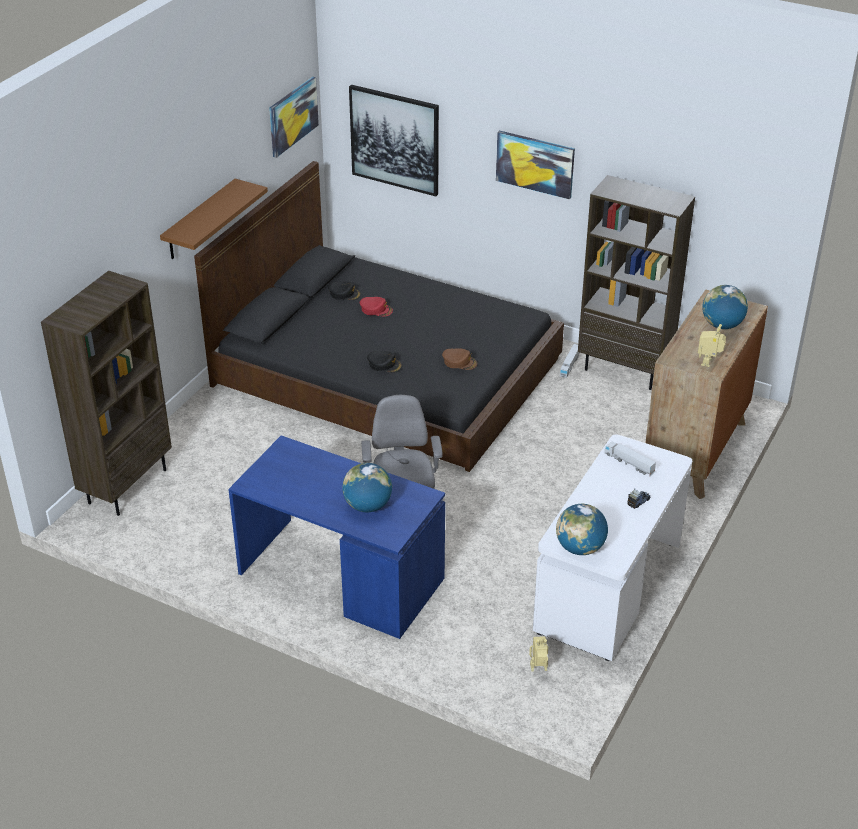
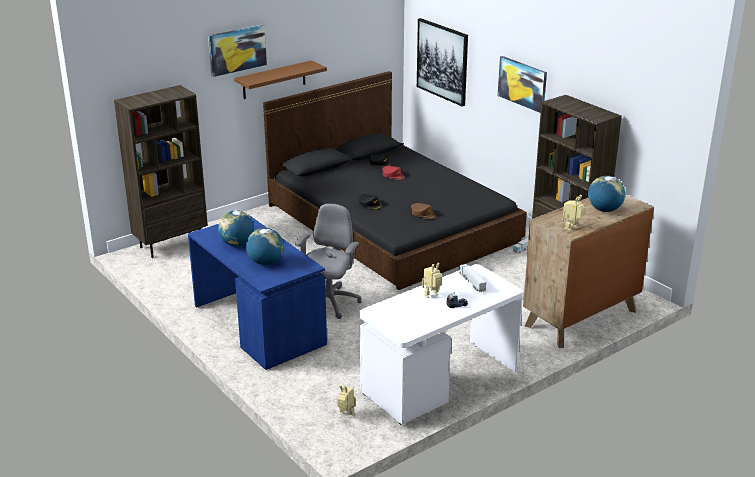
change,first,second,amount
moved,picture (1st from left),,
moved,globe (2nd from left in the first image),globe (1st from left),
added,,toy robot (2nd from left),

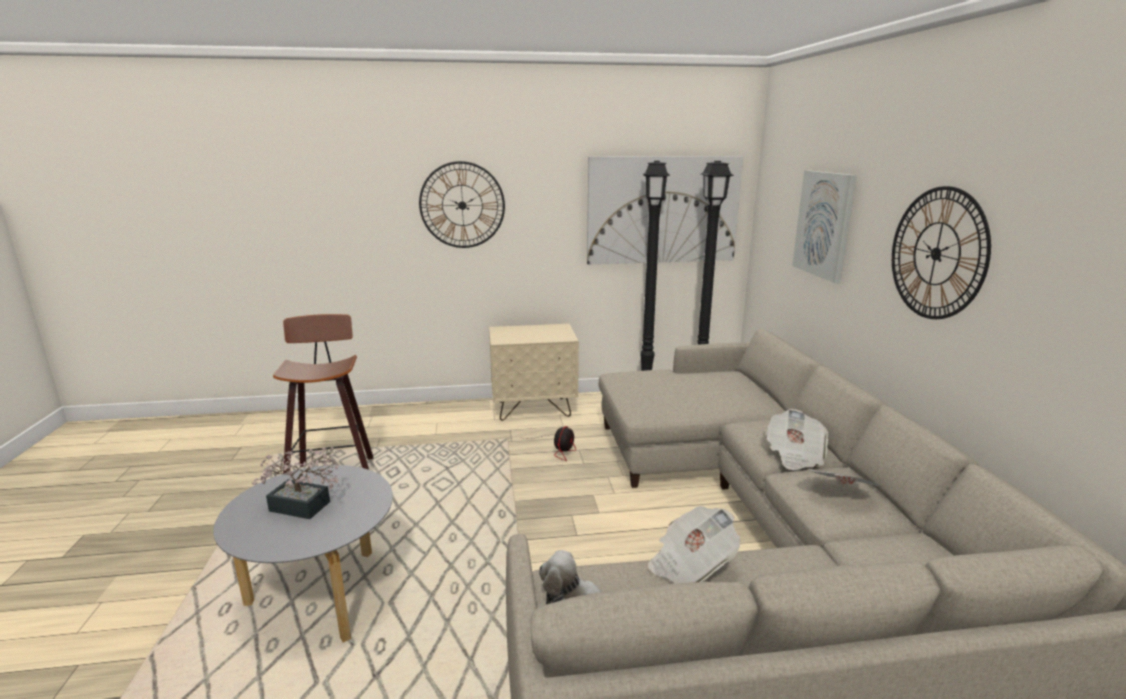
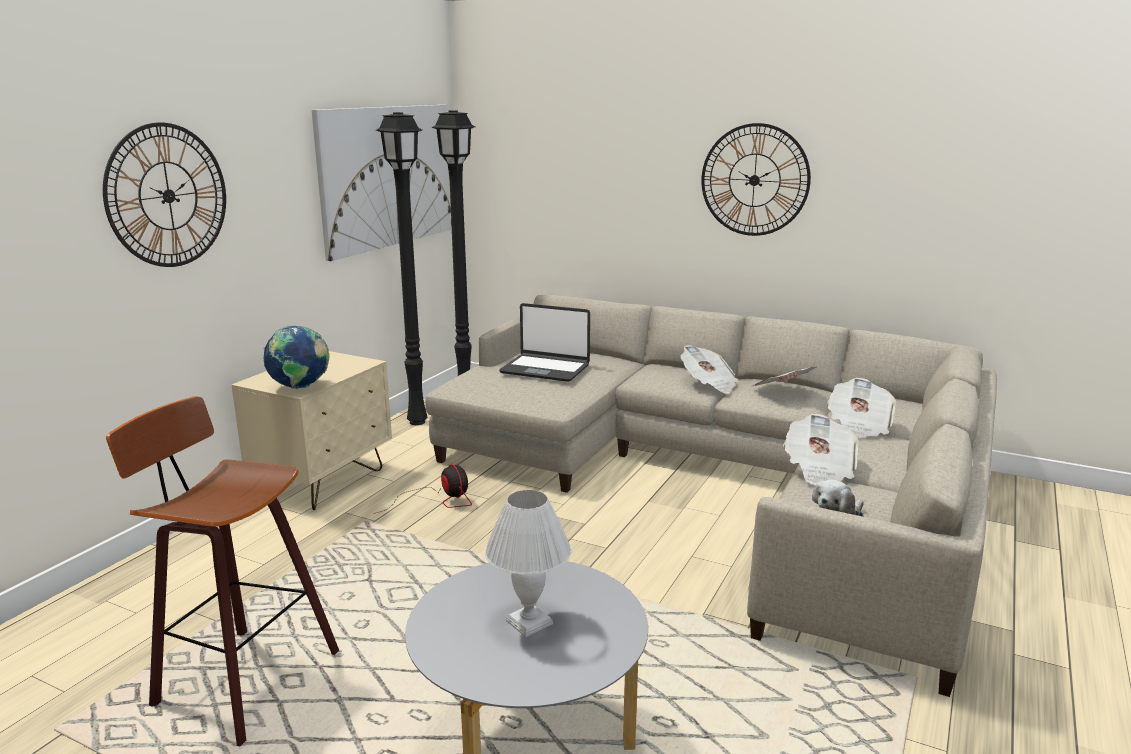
change,first,second,amount
replaced,potted plant,white table lamp,
removed,picture (2nd from left),,
added,,globe,
added,,laptop,
added,,newspaper (4th from left),

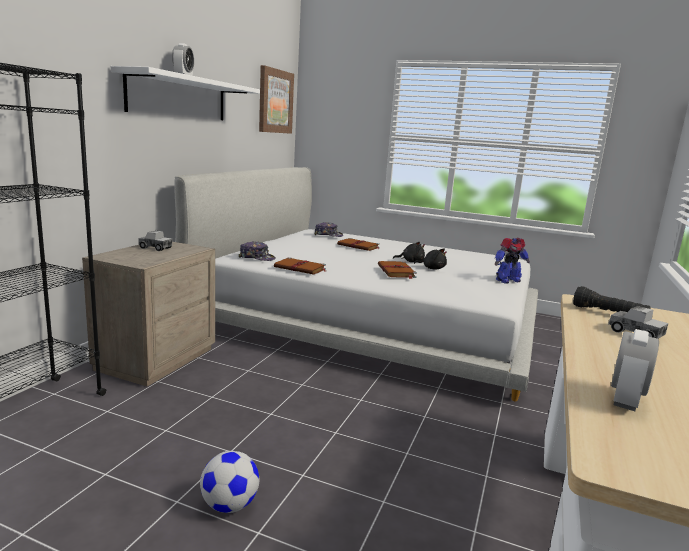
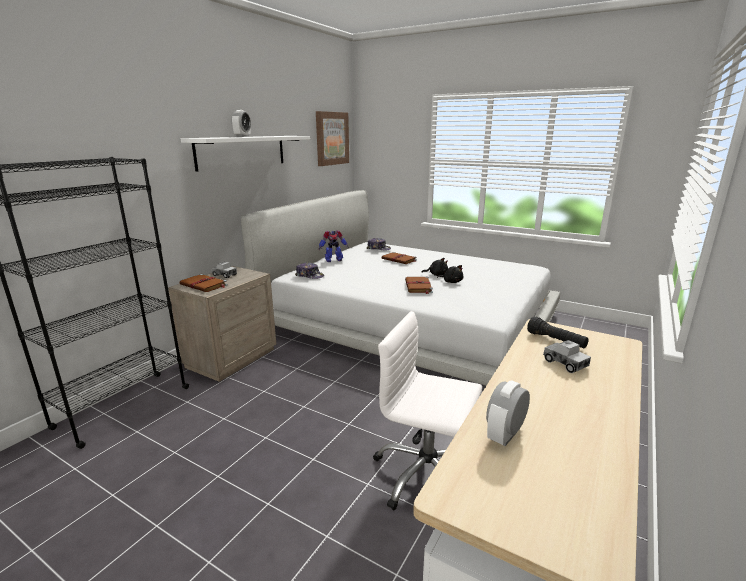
change,first,second,amount
removed,football,,
moved,brown book (1st from left),,
moved,toy robot,,
added,,white office chair,

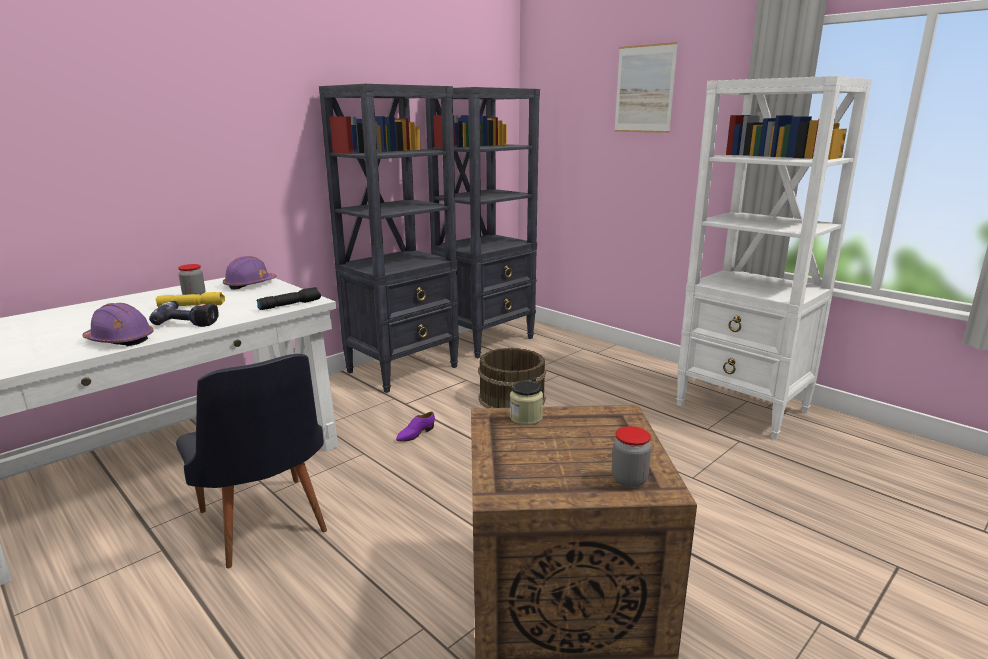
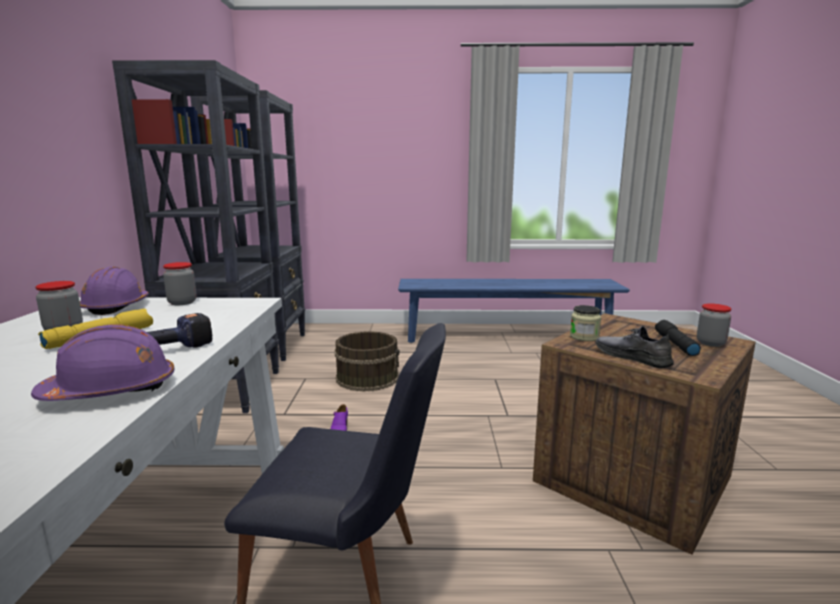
change,first,second,amount
moved,black flashlight,,
removed,picture,,
replaced,white bookcase,blue bench,
added,,jar (2nd from left),
added,,grey shoe,

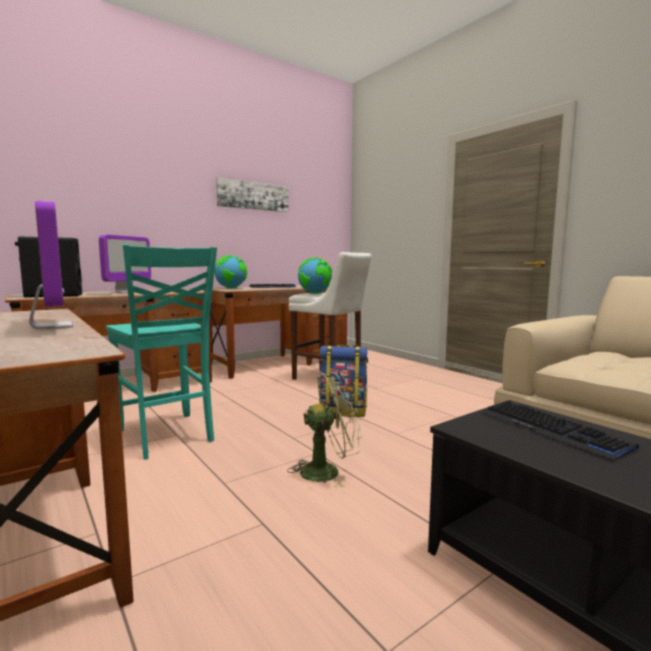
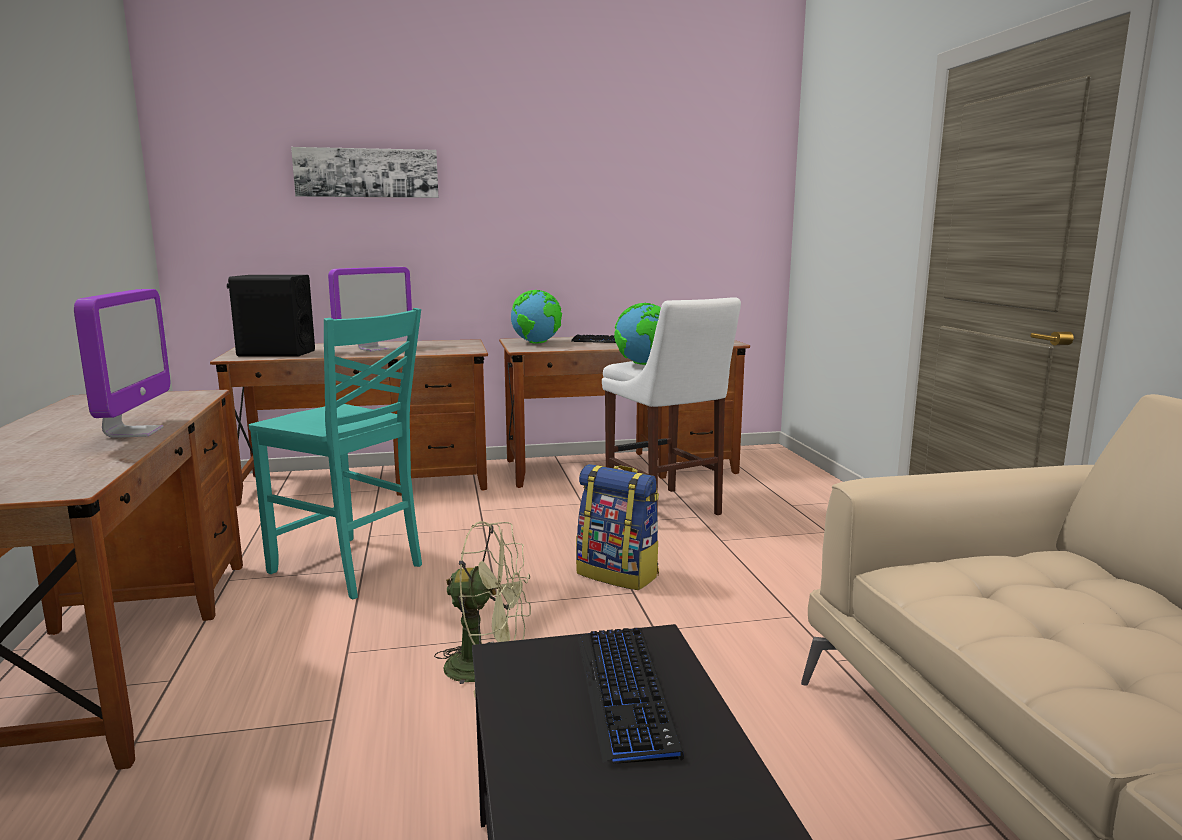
change,first,second,amount
turned,turquoise chair,,45 degrees counterclockwise
moved,picture,,

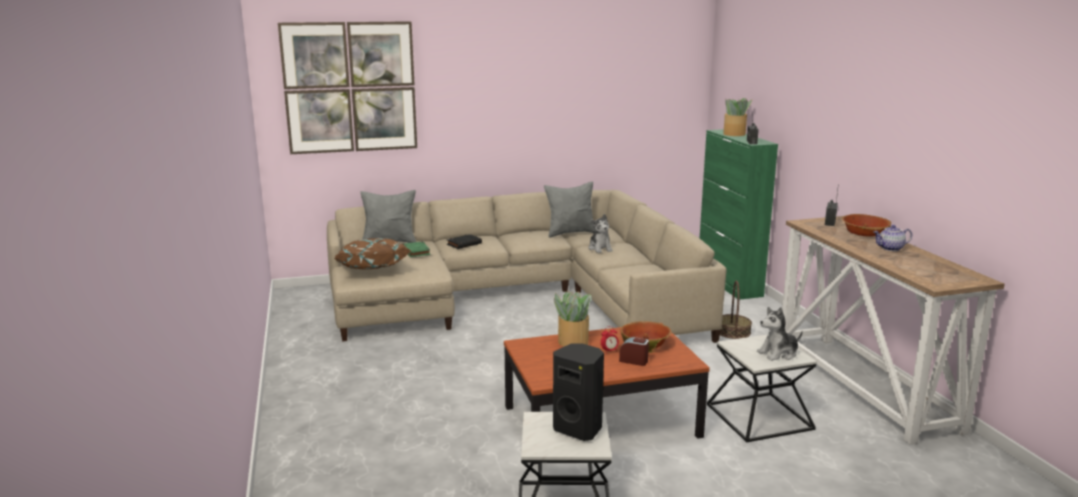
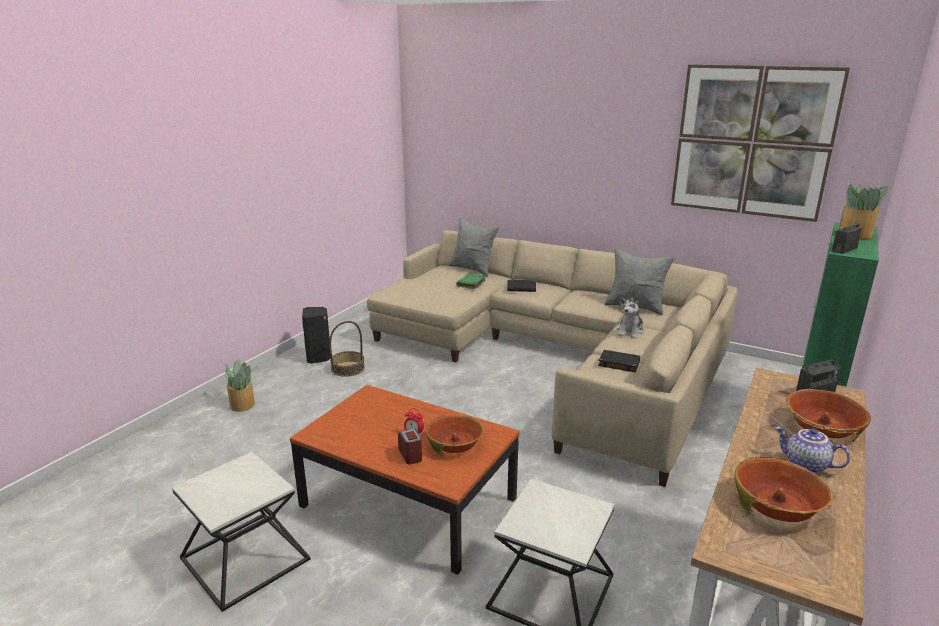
change,first,second,amount
moved,picture,,
removed,brown pillow,,
moved,black speaker,,
moved,potted plant (1st from left),,
moved,basket,,
removed,plush toy (2nd from left),,
added,,black book (2nd from left),
added,,bowl (2nd from left),

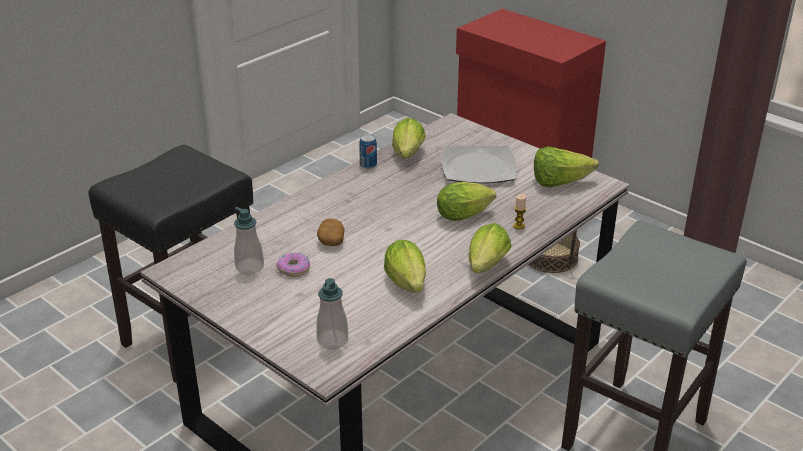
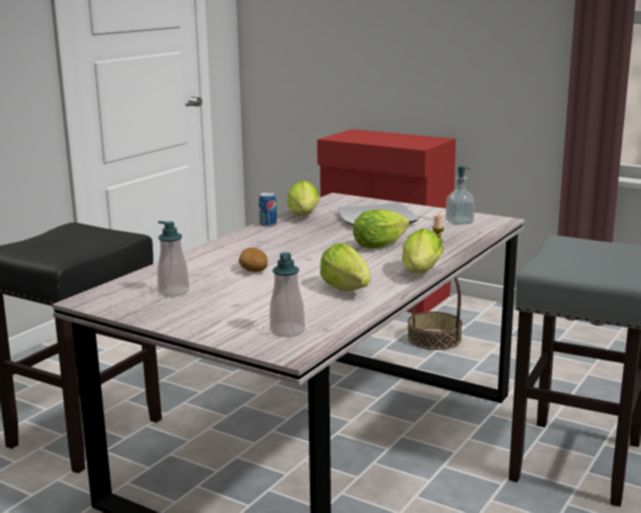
change,first,second,amount
removed,donut,,
replaced,lettuce (5th from left),soap dispenser (3rd from left),

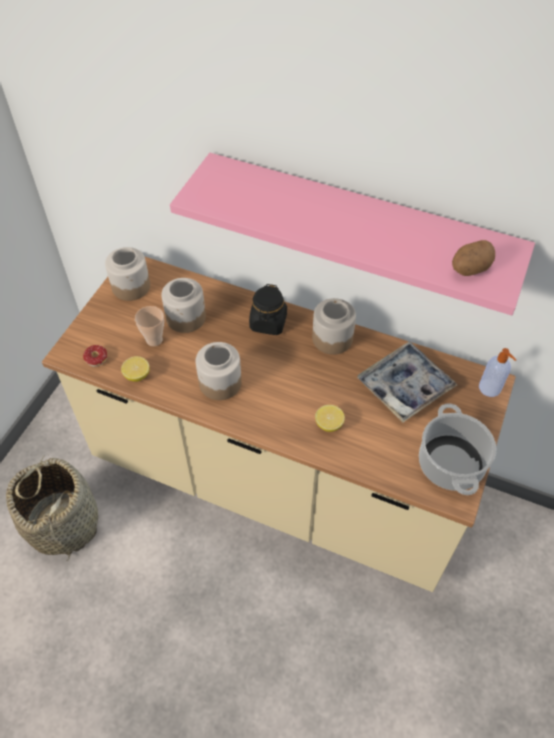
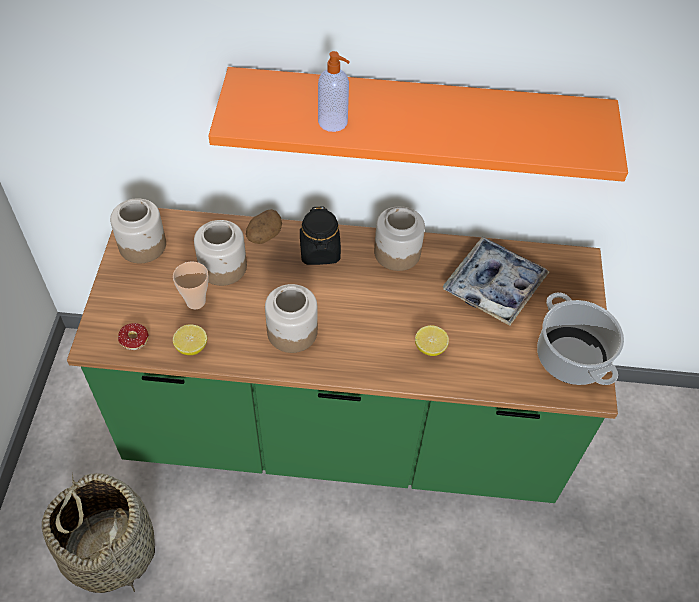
change,first,second,amount
recoloured,beige counter,green counter,
recoloured,pink shelf,orange shelf,
moved,potato,,
moved,soap dispenser,,

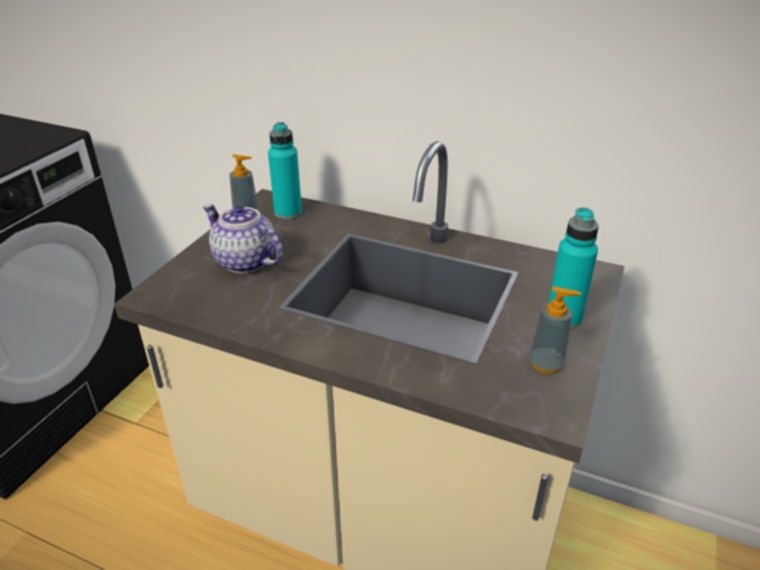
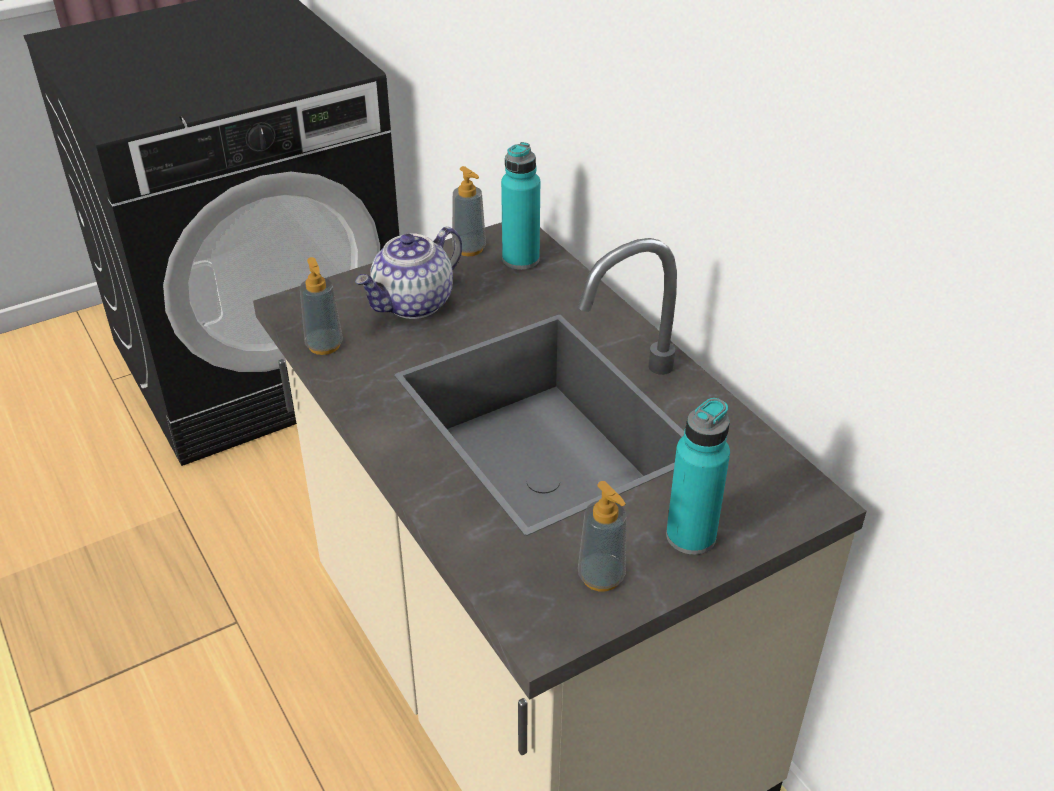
change,first,second,amount
turned,teapot,,120 degrees counterclockwise
added,,soap dispenser (1st from left),

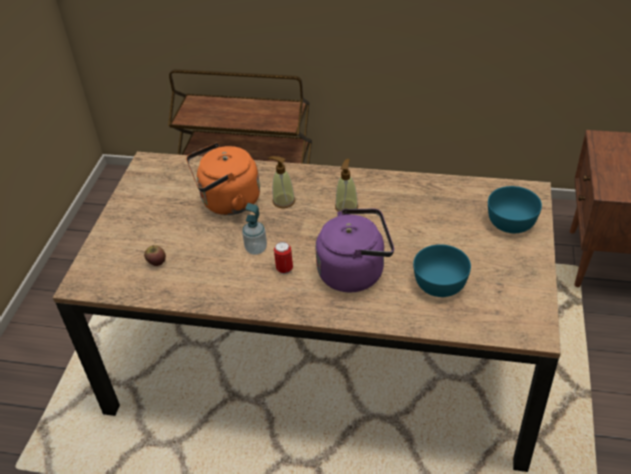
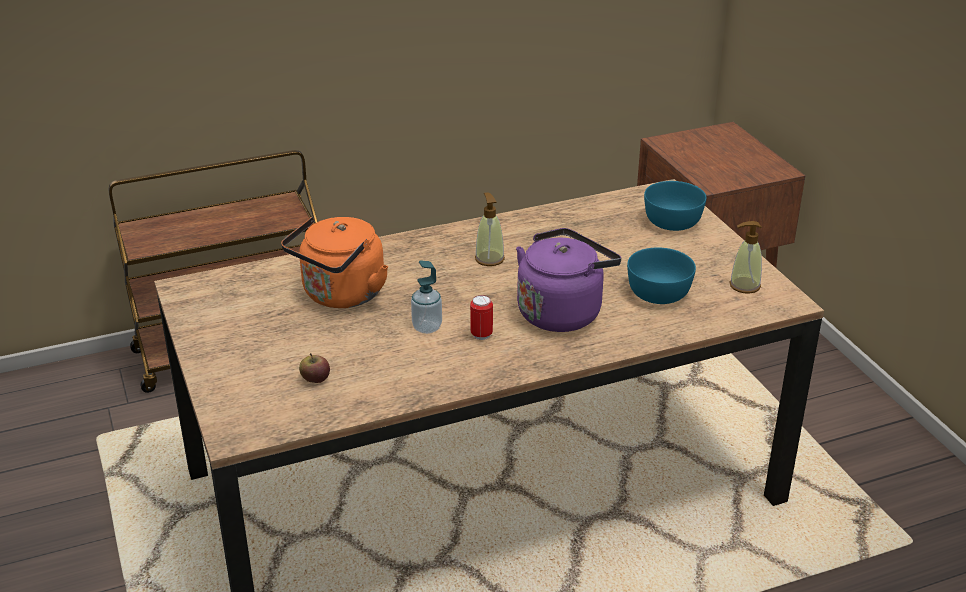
change,first,second,amount
moved,soap dispenser (2nd from left in the first image),soap dispenser (3rd from left),

